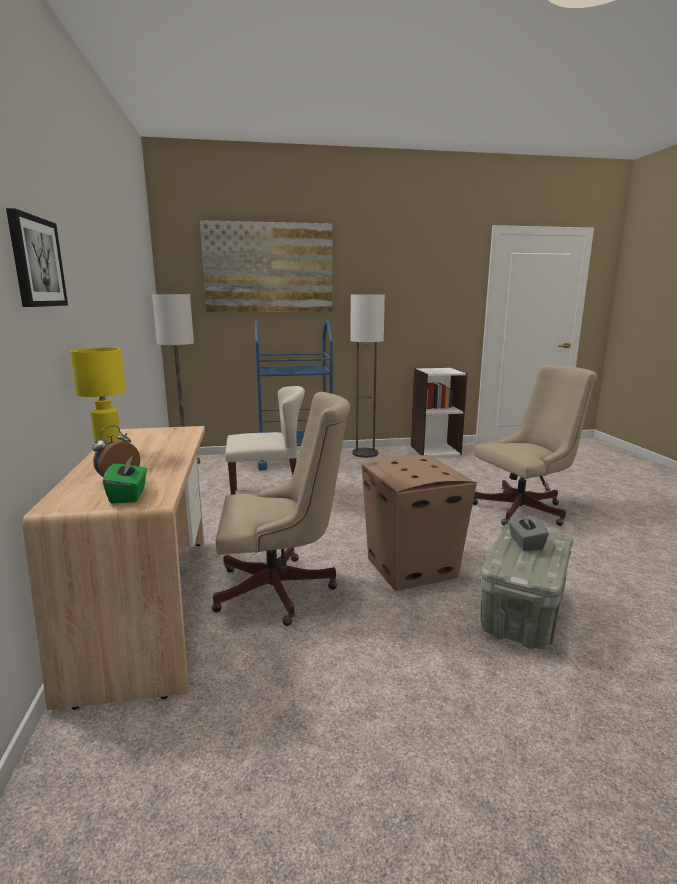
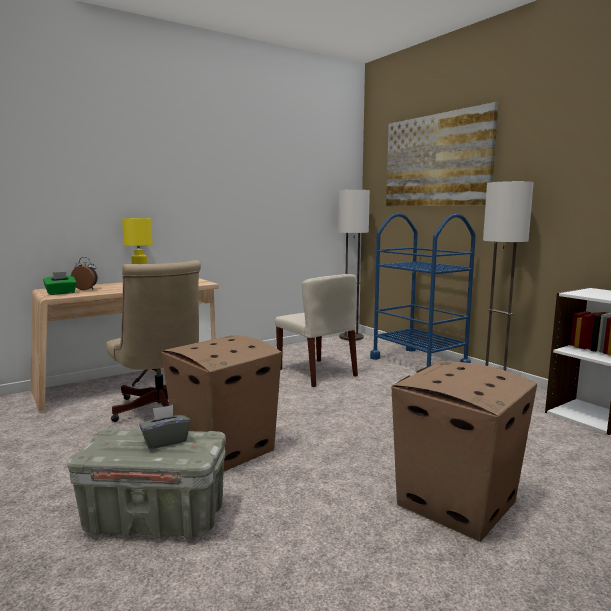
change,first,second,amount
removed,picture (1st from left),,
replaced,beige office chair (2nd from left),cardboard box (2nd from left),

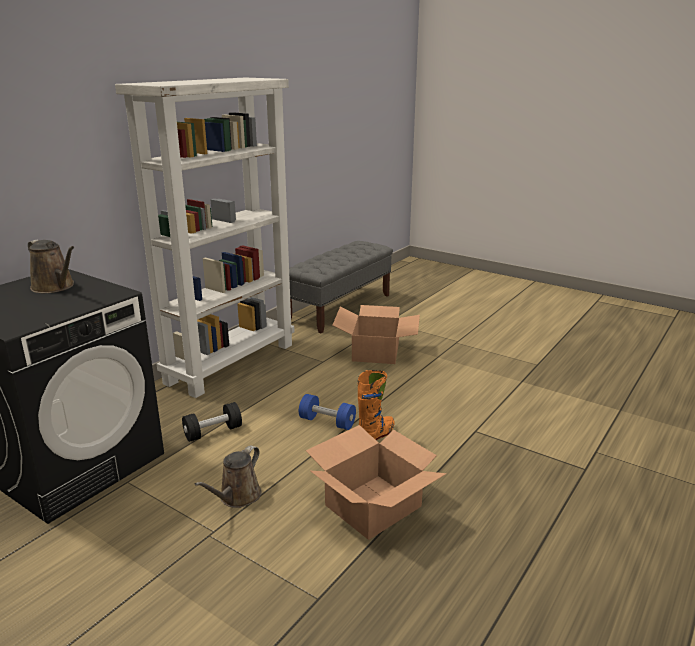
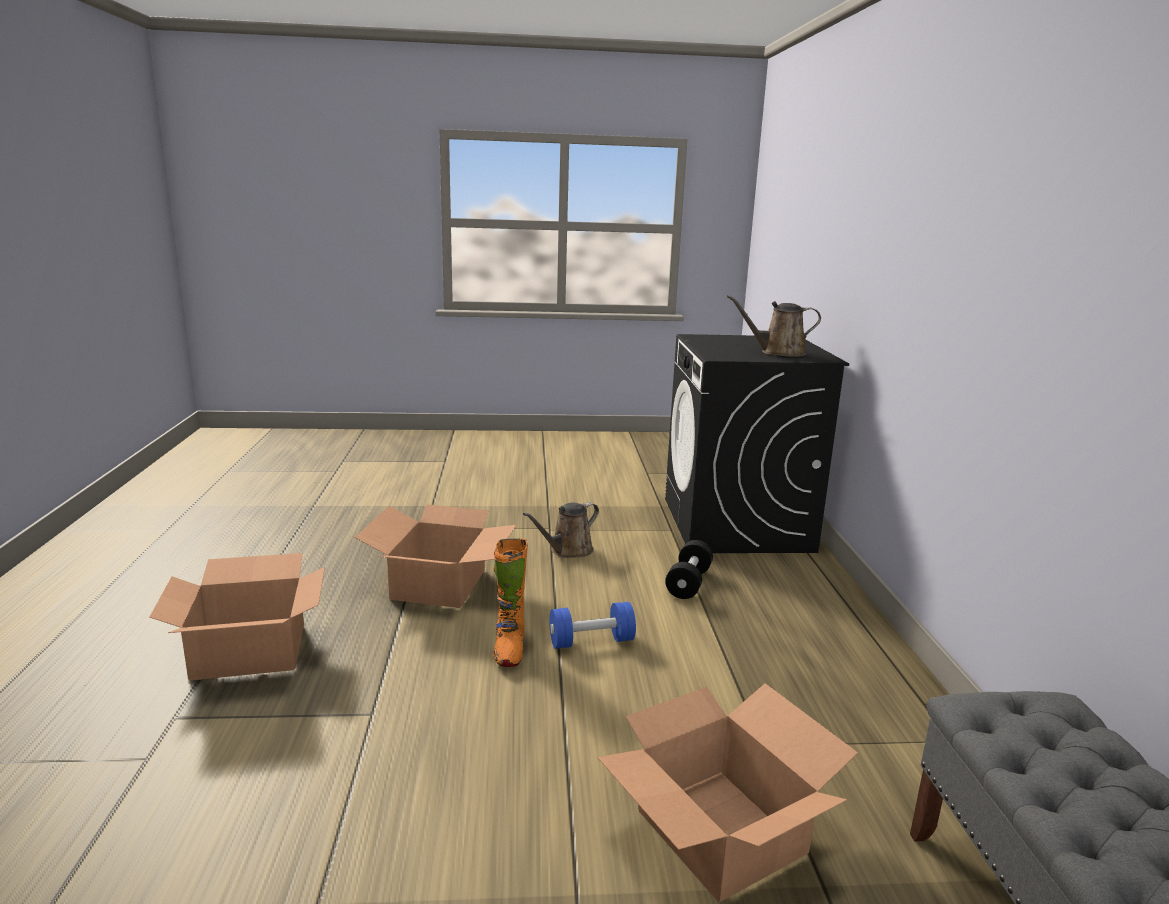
change,first,second,amount
removed,white bookcase,,
turned,brown watering can (2nd from left in the first image),brown watering can (1st from left),120 degrees counterclockwise
added,,cardboard box (1st from left),

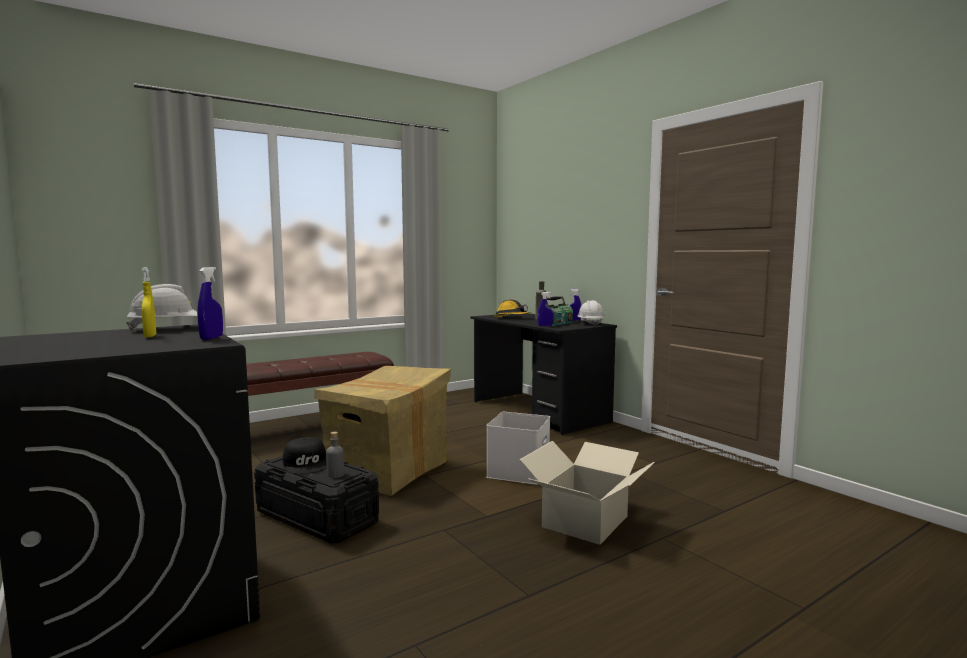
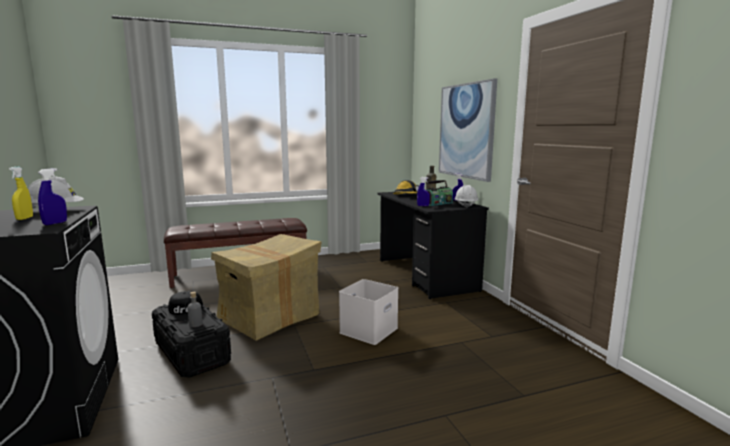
change,first,second,amount
removed,cardboard box (2nd from left),,
added,,picture,

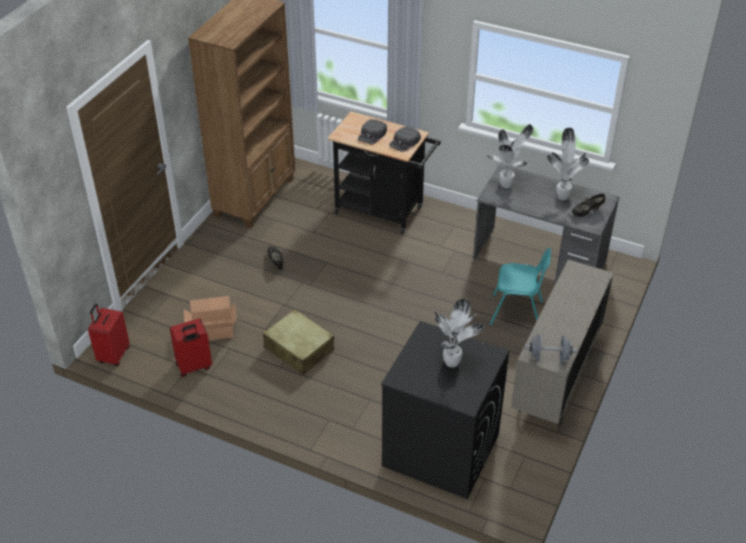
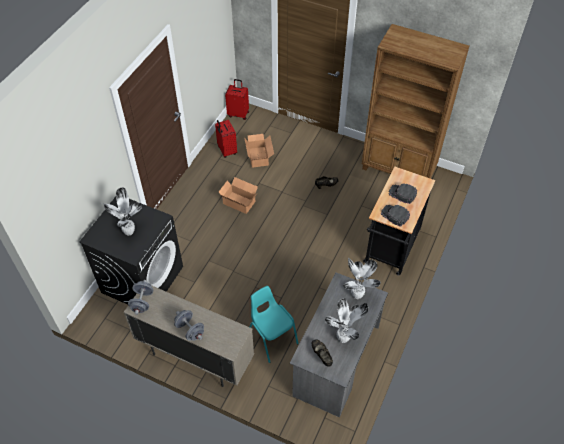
change,first,second,amount
replaced,beige suitcase,cardboard box (1st from left),
turned,turquoise chair,,135 degrees clockwise
added,,grey dumbbell (2nd from left),

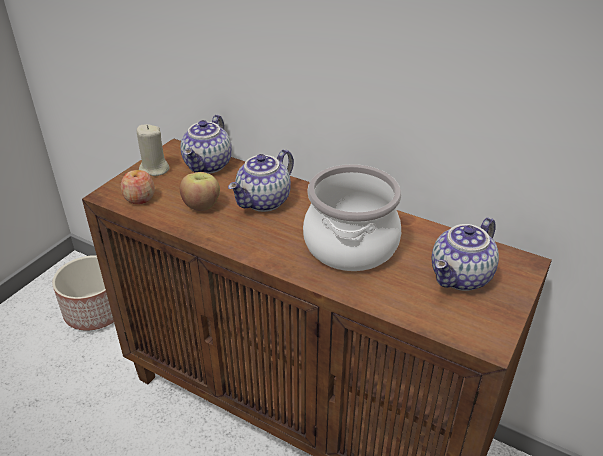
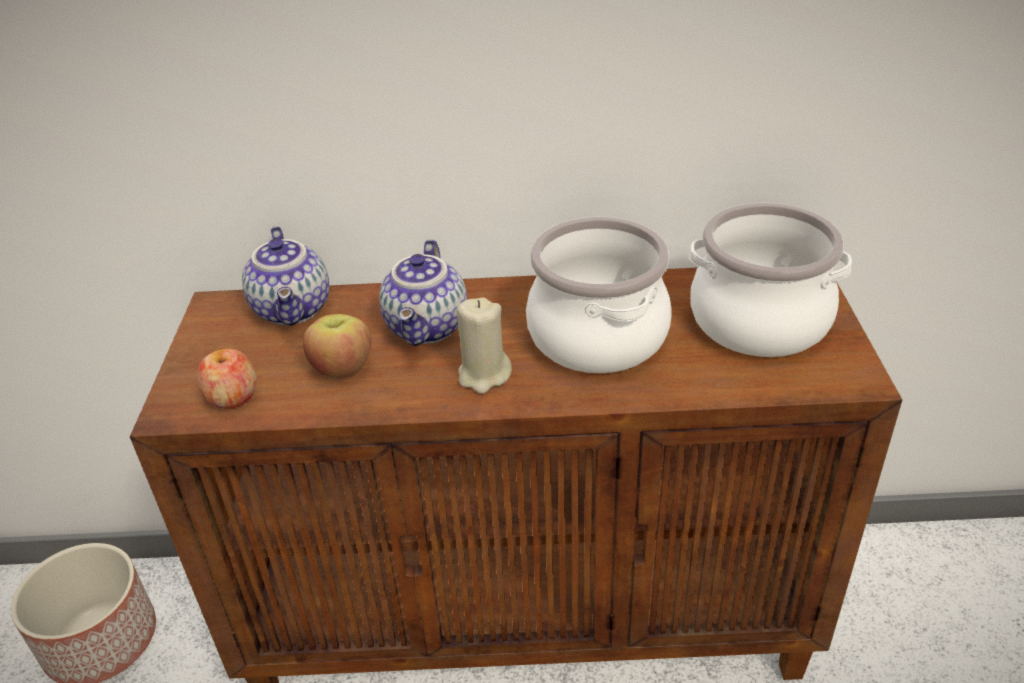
change,first,second,amount
moved,beige candle,,
replaced,teapot (3rd from left),cooking pot (2nd from left),

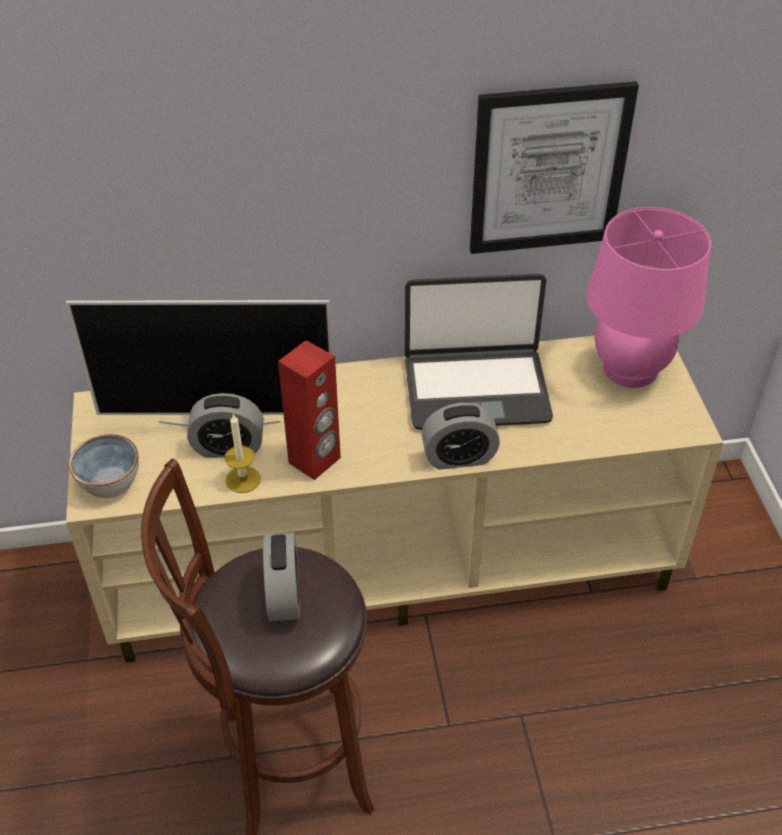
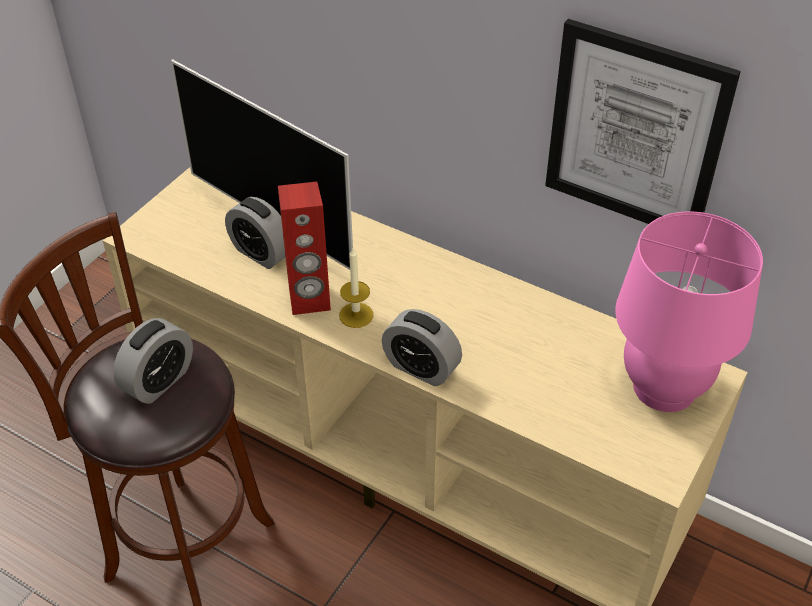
change,first,second,amount
removed,bowl,,
moved,candle,,
removed,laptop,,

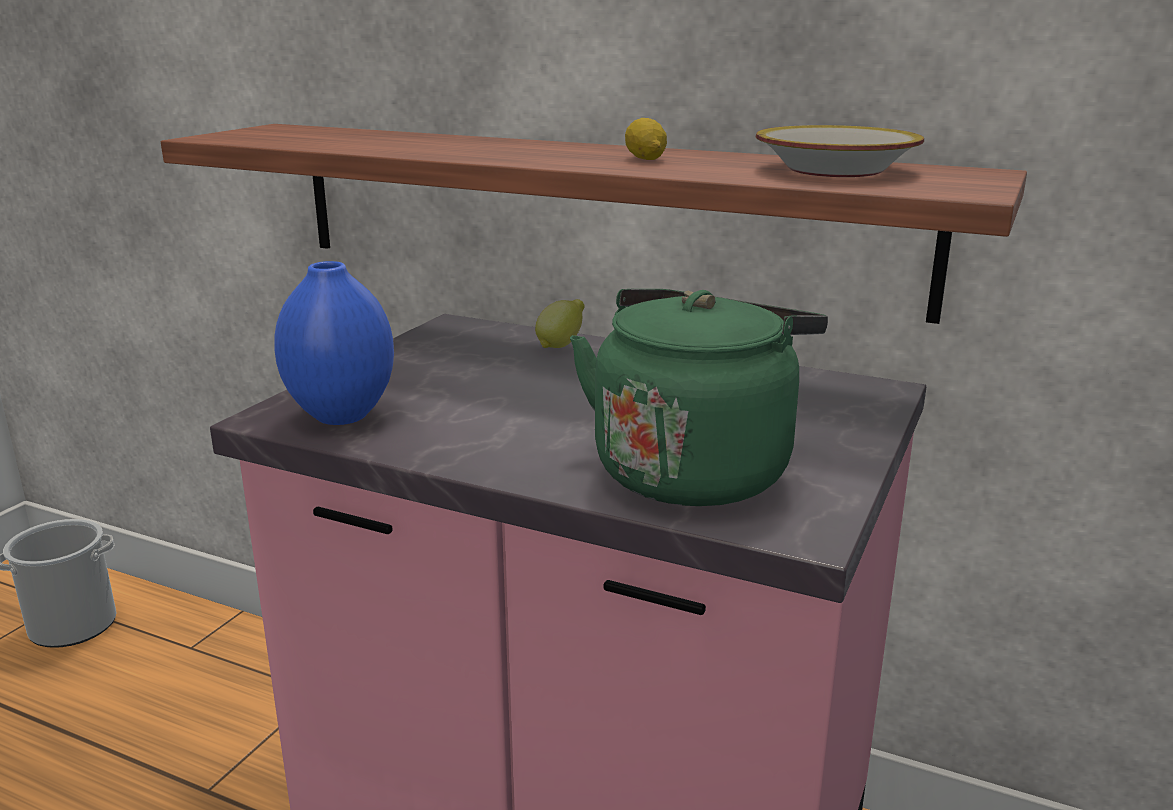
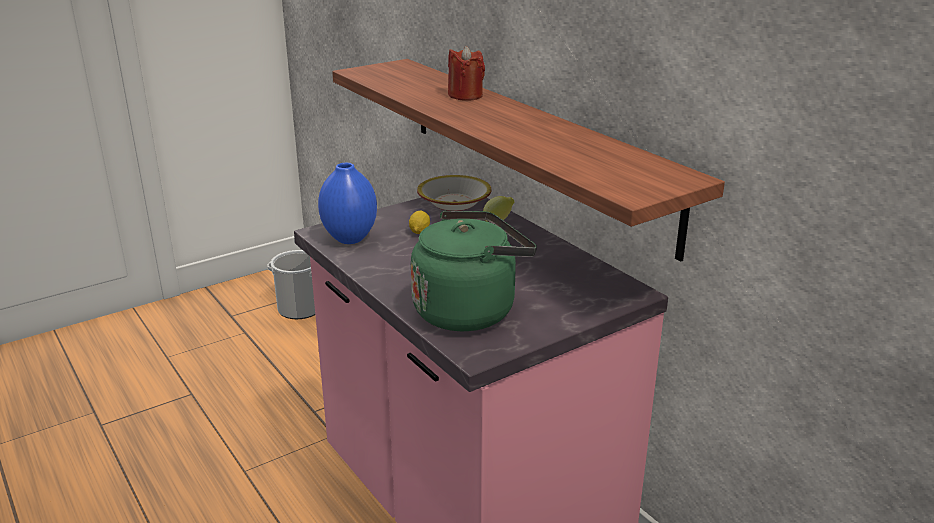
change,first,second,amount
moved,lemon (2nd from left in the first image),lemon (1st from left),
moved,bowl,,
added,,red candle,

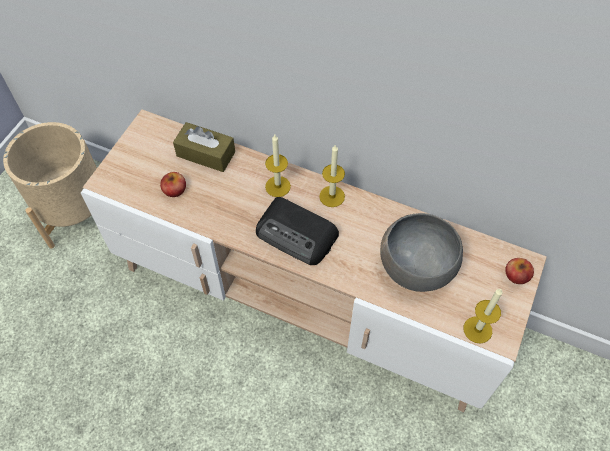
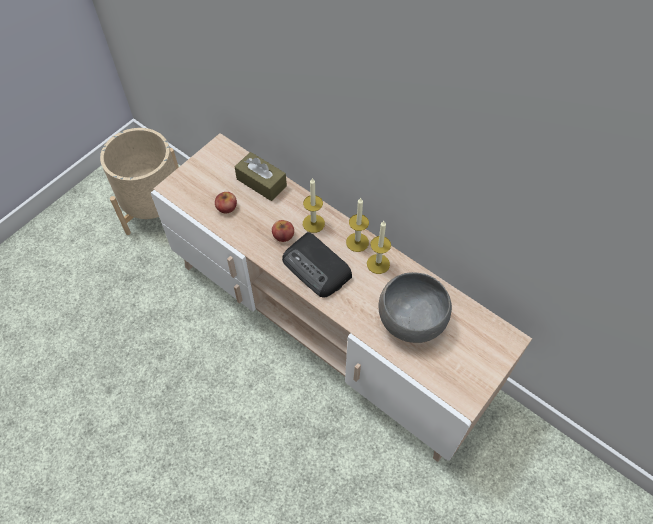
change,first,second,amount
moved,candle (3rd from left),,
moved,apple (2nd from left),,

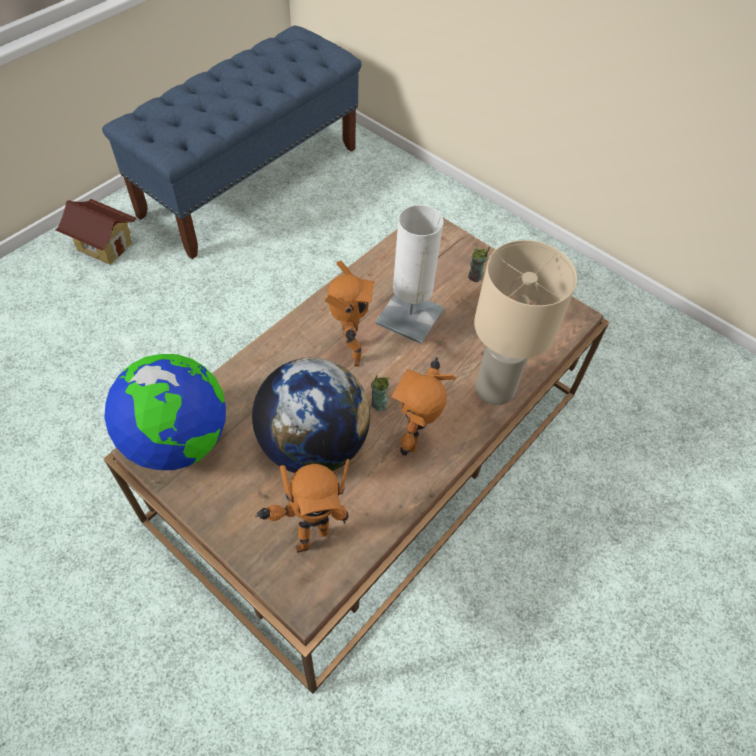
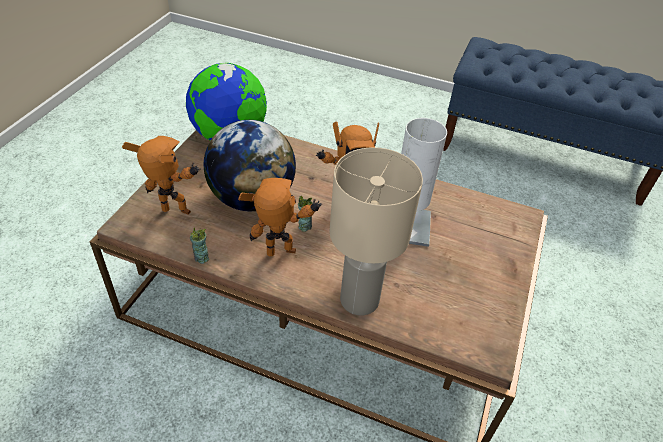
change,first,second,amount
removed,toy house,,
turned,toy robot (1st from left),,150 degrees clockwise
moved,cup (2nd from left in the first image),cup (1st from left),

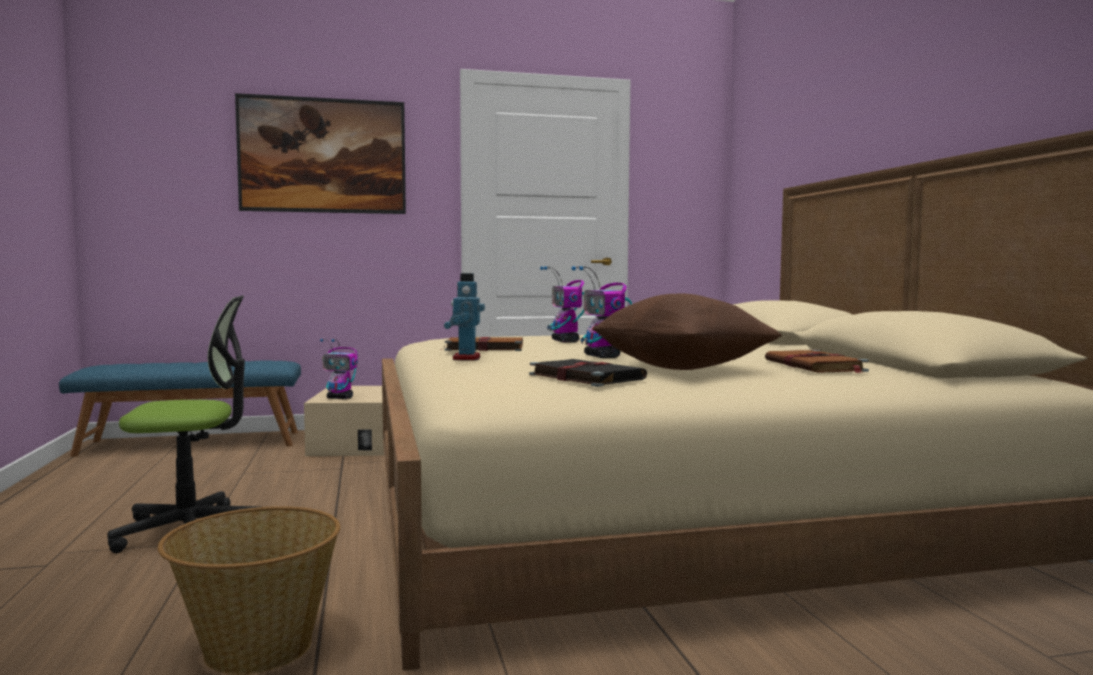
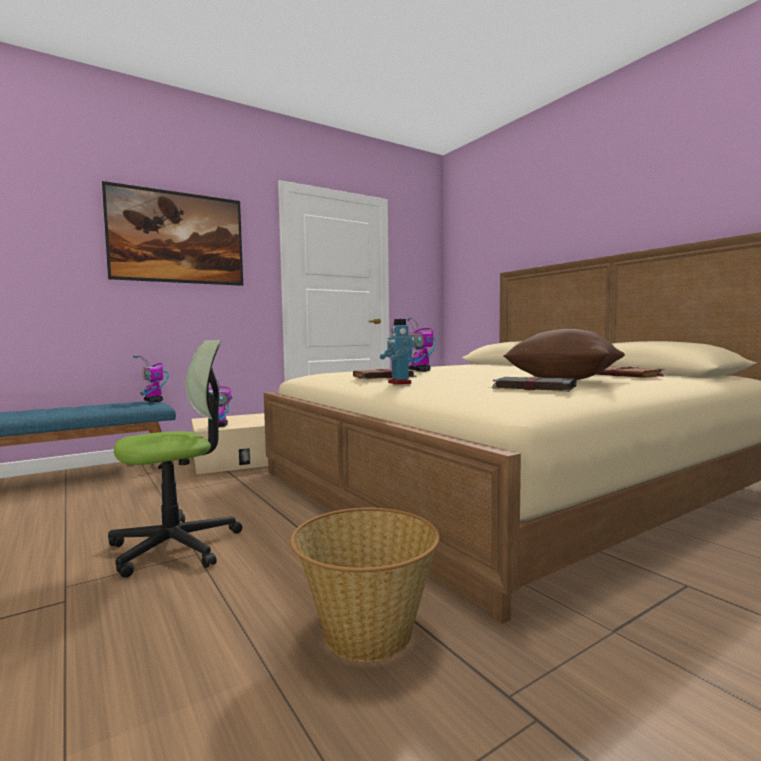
change,first,second,amount
moved,toy robot (4th from left in the first image),toy robot (1st from left),

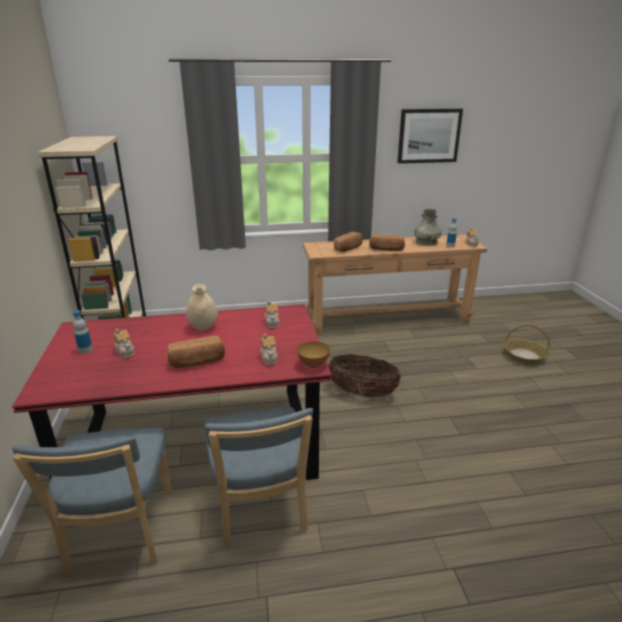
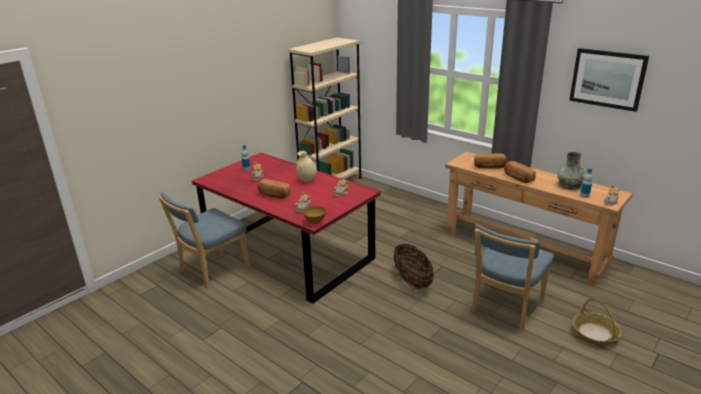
change,first,second,amount
moved,blue chair (2nd from left),,

